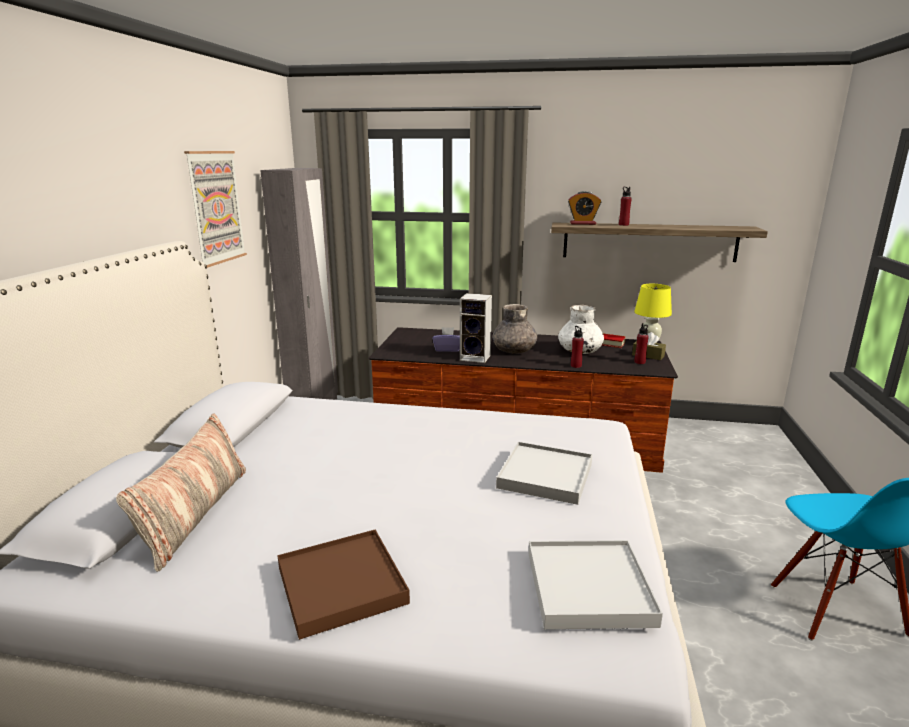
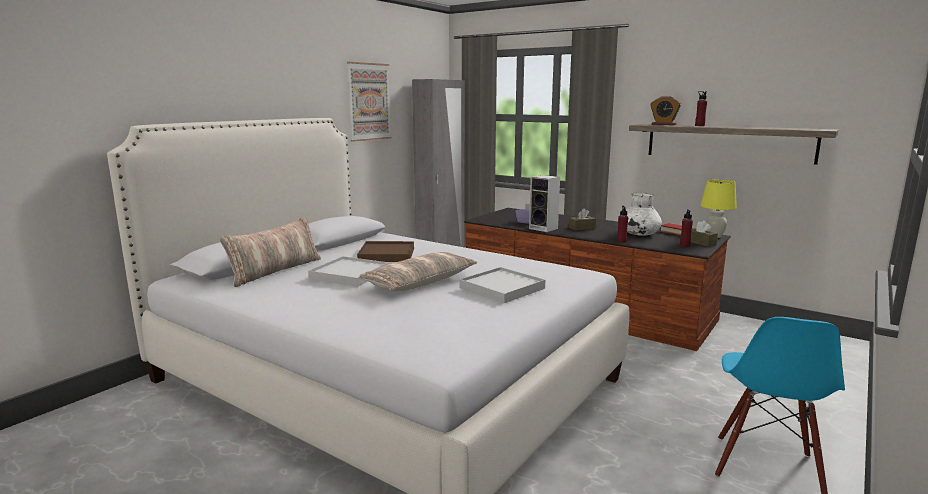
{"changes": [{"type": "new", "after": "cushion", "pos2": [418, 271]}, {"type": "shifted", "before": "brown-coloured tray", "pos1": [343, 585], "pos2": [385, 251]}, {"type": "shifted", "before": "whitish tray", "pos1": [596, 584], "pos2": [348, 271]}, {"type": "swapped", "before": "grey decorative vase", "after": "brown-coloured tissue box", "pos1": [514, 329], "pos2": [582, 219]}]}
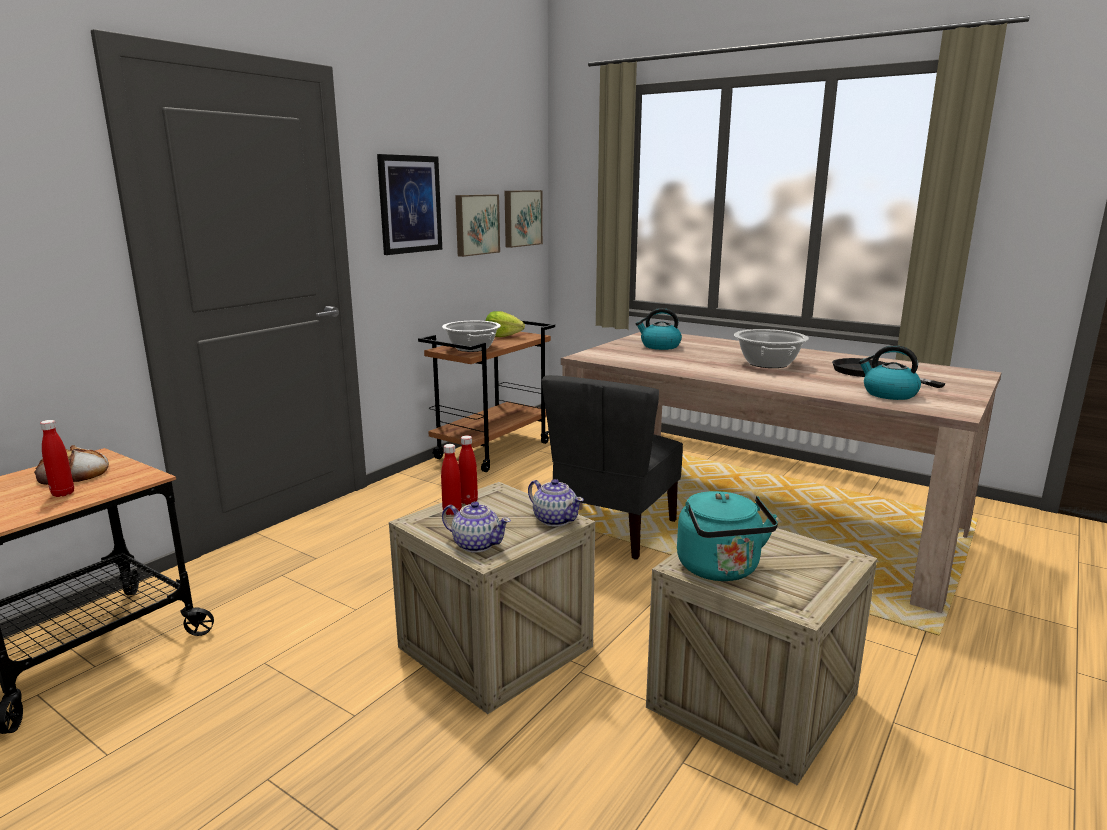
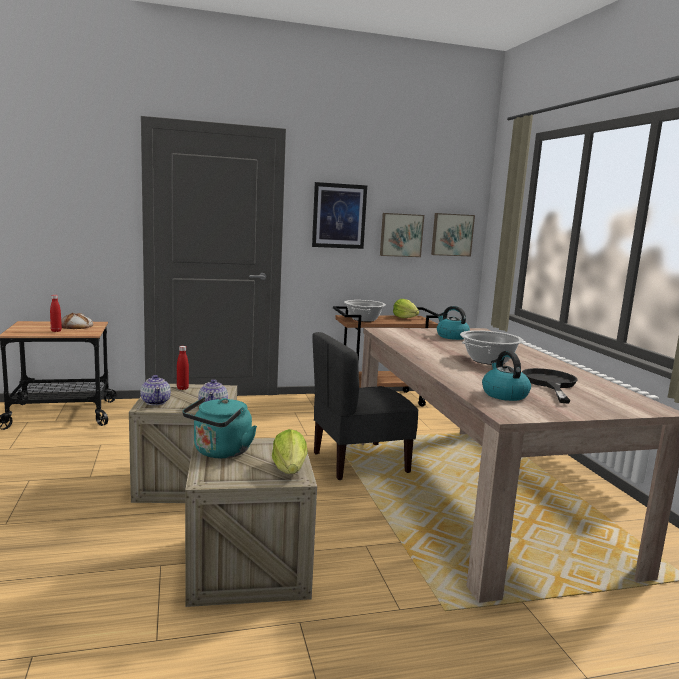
{"changes": [{"type": "gone", "before": "red-coloured beverage bottle", "pos1": [468, 470]}, {"type": "new", "after": "lettuce head", "pos2": [289, 451]}]}
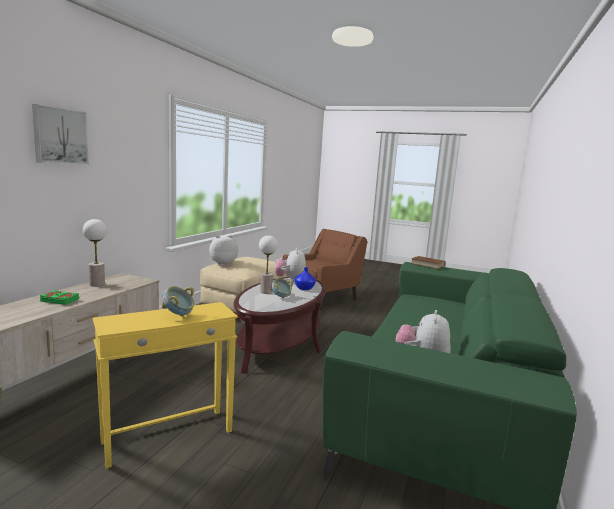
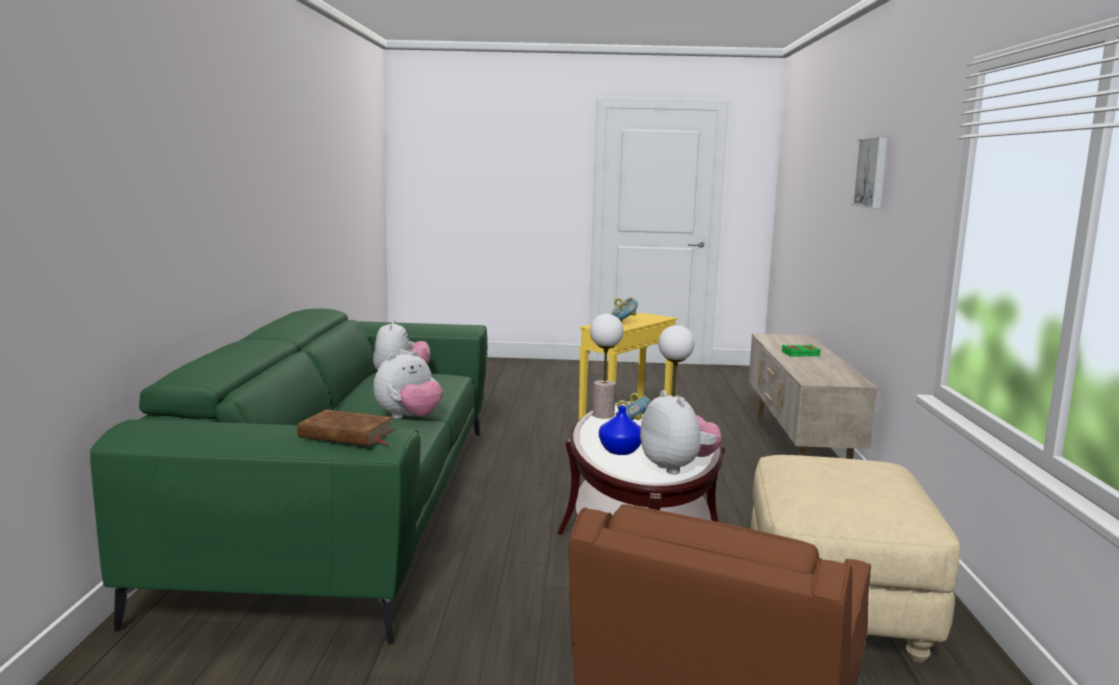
{"changes": [{"type": "shifted", "before": "lamp for a table", "pos1": [95, 253], "pos2": [606, 366]}, {"type": "shifted", "before": "cuddly toy", "pos1": [223, 250], "pos2": [408, 384]}]}
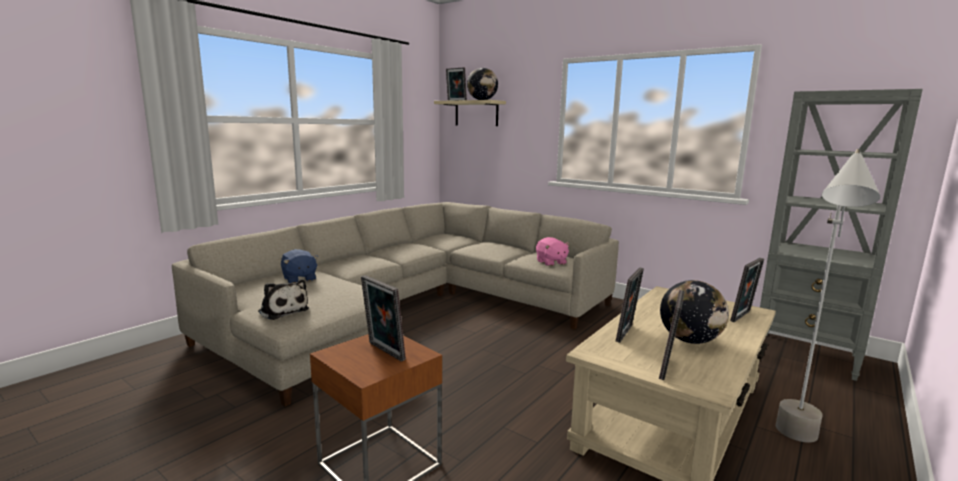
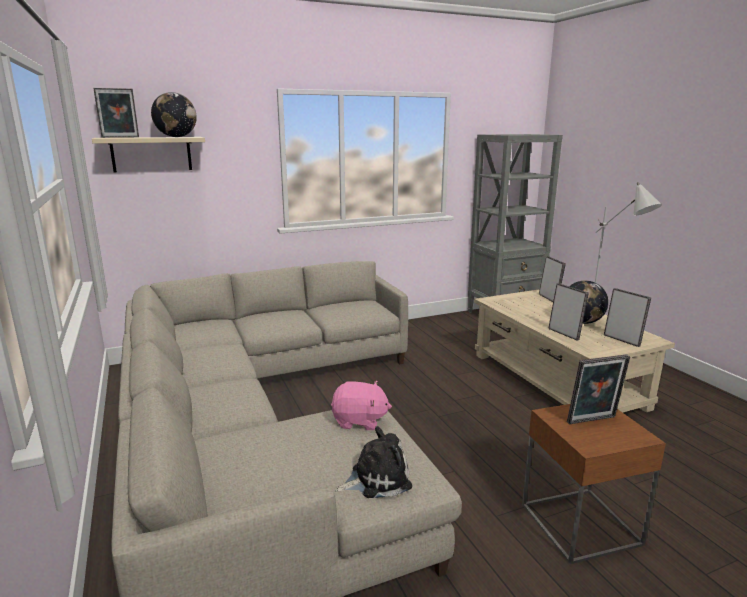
{"changes": [{"type": "gone", "before": "blue-coloured cuddly toy", "pos1": [299, 266]}, {"type": "shifted", "before": "pink-coloured cuddly toy", "pos1": [553, 251], "pos2": [361, 405]}]}
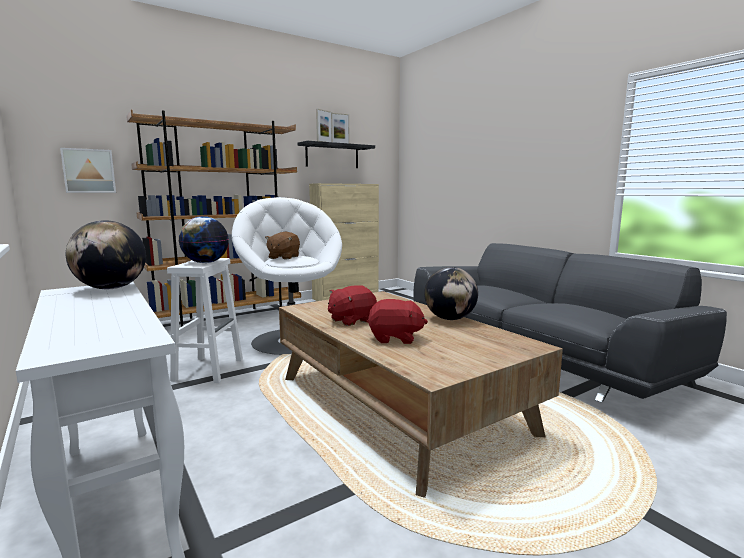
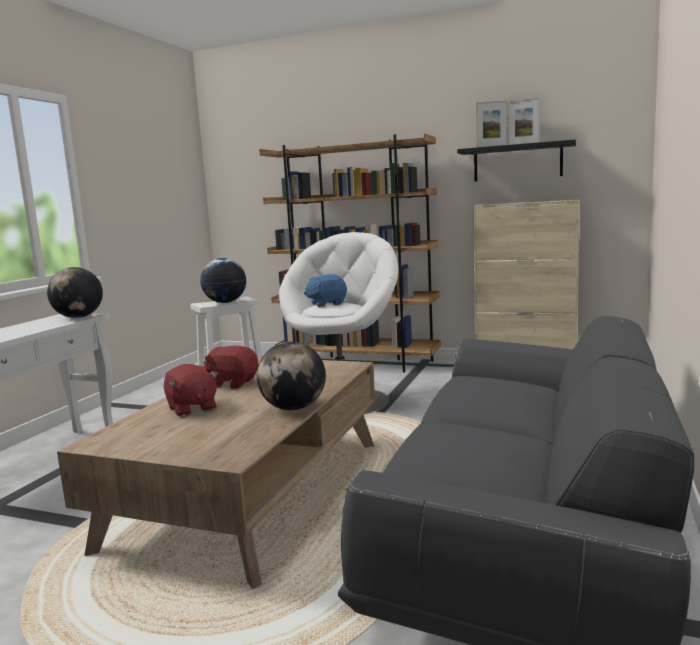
{"changes": [{"type": "gone", "before": "wall picture", "pos1": [88, 170]}, {"type": "repainted", "before": "brown-coloured cuddly toy", "after": "blue-coloured cuddly toy", "pos1": [282, 246], "pos2": [325, 290]}]}
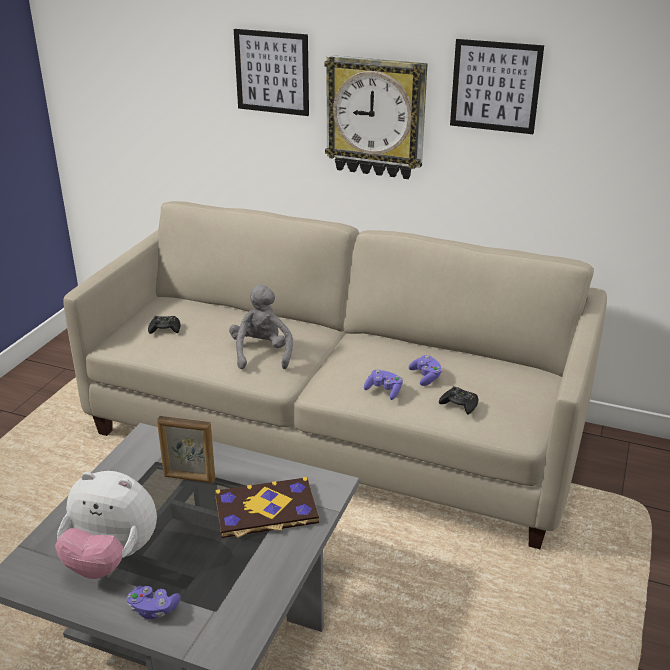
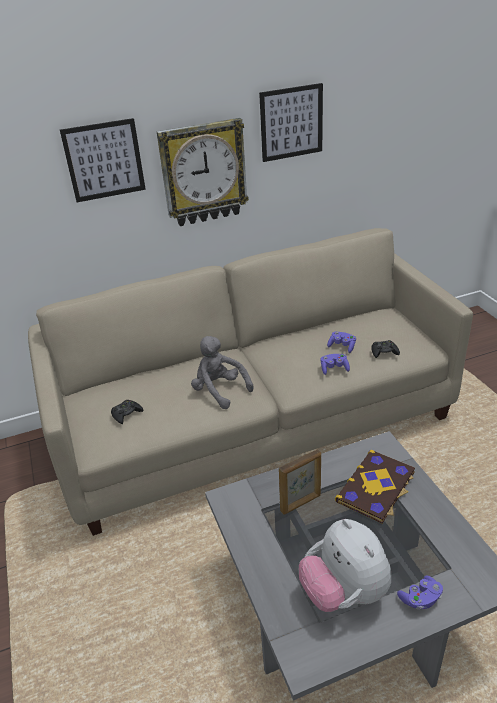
{"changes": [{"type": "rotated", "before": "cuddly toy", "pos1": [106, 525], "pos2": [345, 565], "turn": 90}]}
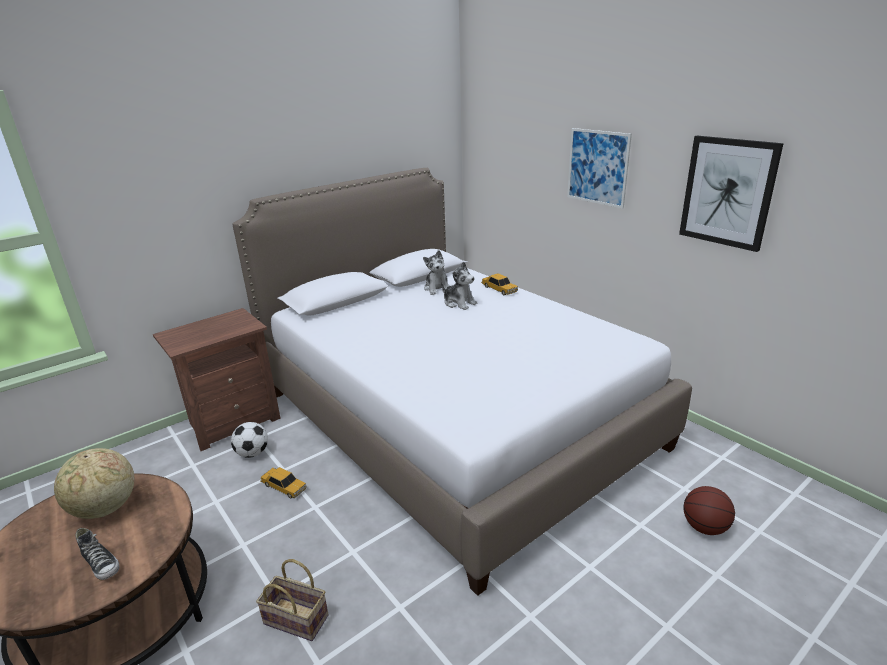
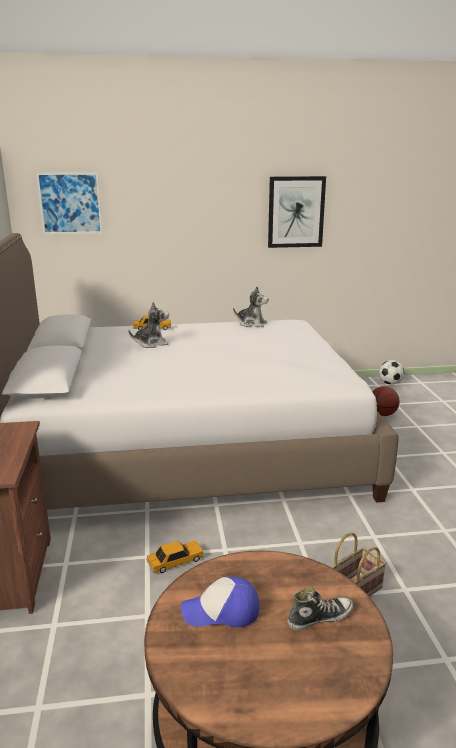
{"changes": [{"type": "shifted", "before": "ball for football", "pos1": [249, 440], "pos2": [391, 372]}, {"type": "shifted", "before": "cuddly toy", "pos1": [436, 272], "pos2": [251, 306]}, {"type": "shifted", "before": "wall picture", "pos1": [599, 168], "pos2": [69, 203]}, {"type": "swapped", "before": "desk globe", "after": "peaked cap", "pos1": [94, 483], "pos2": [220, 602]}]}
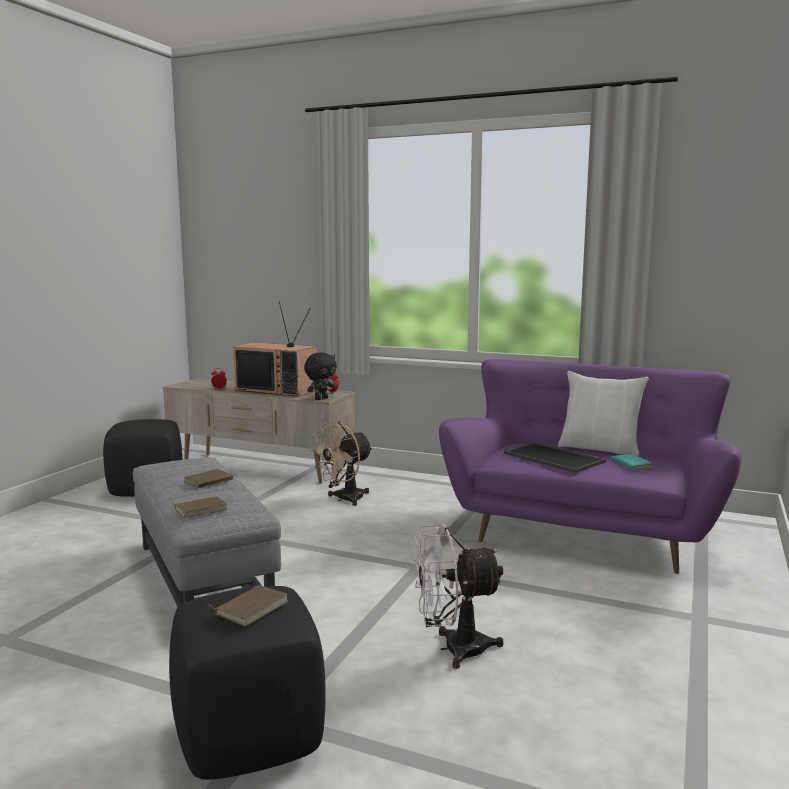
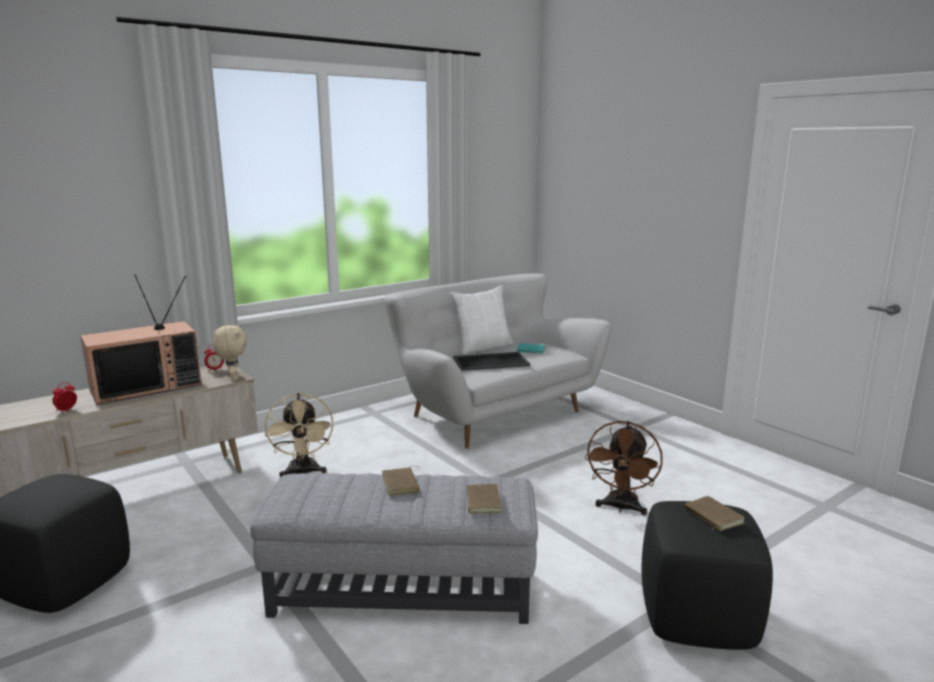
{"changes": [{"type": "repainted", "before": "black cuddly toy", "after": "sand-coloured cuddly toy", "pos1": [320, 376], "pos2": [230, 353]}, {"type": "repainted", "before": "whitish electric fan", "after": "brown-coloured electric fan", "pos1": [459, 596], "pos2": [624, 468]}, {"type": "repainted", "before": "purple settee", "after": "whitish settee", "pos1": [590, 466], "pos2": [497, 361]}]}
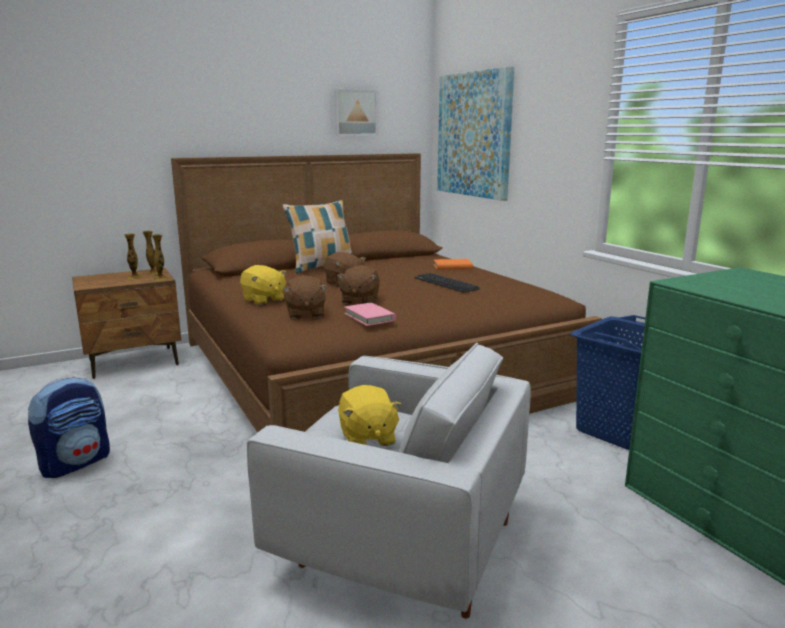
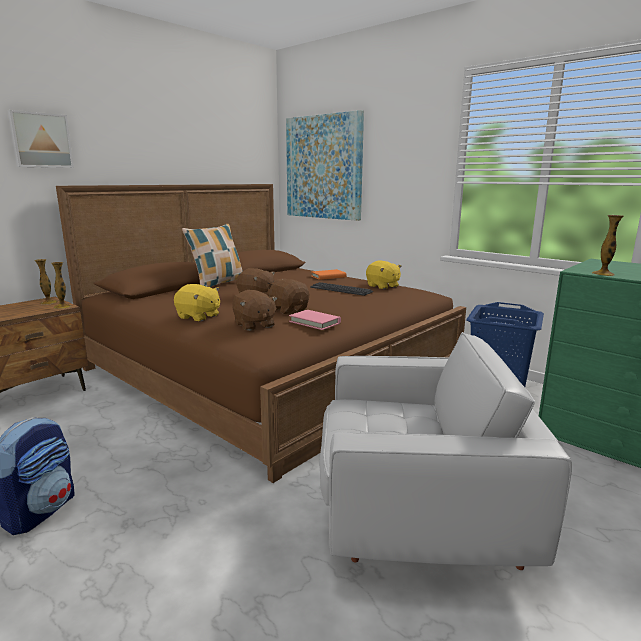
{"changes": [{"type": "shifted", "before": "decorative vase", "pos1": [133, 257], "pos2": [608, 245]}, {"type": "shifted", "before": "wall picture", "pos1": [355, 112], "pos2": [40, 139]}, {"type": "shifted", "before": "yellow cuddly toy", "pos1": [370, 415], "pos2": [383, 275]}, {"type": "rotated", "before": "brown-coloured cuddly toy", "pos1": [358, 285], "pos2": [287, 296], "turn": 150}]}
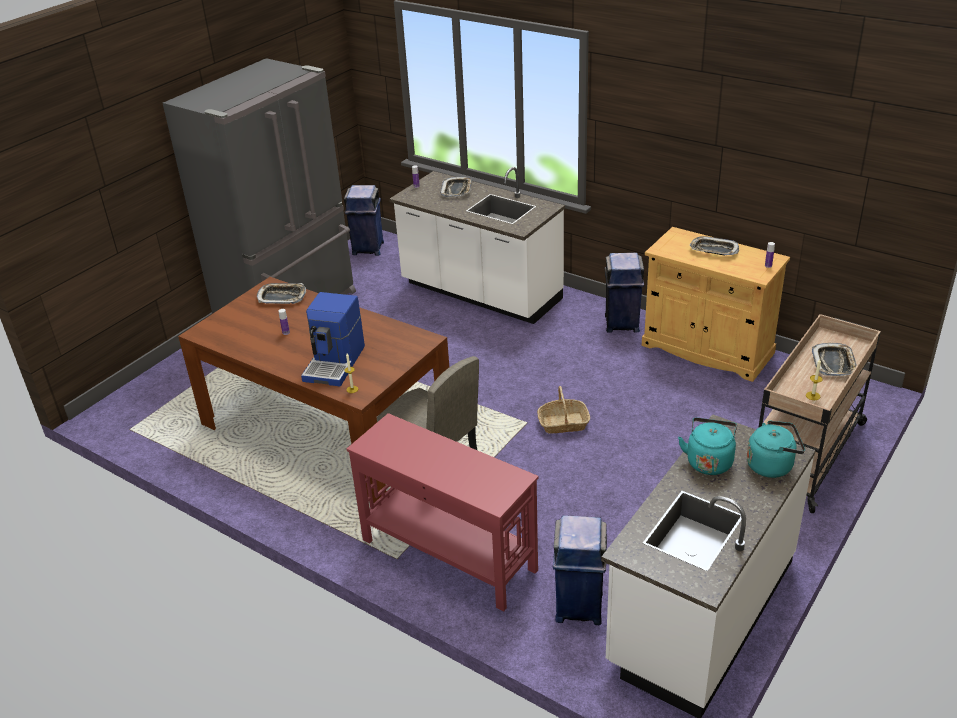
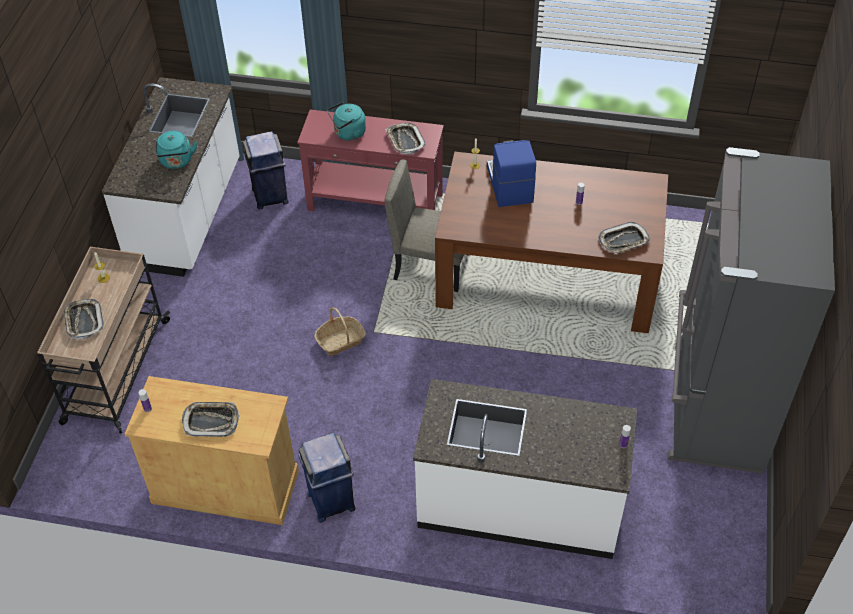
{"changes": [{"type": "gone", "before": "blue-coloured waste bin", "pos1": [364, 220]}, {"type": "shifted", "before": "tray", "pos1": [456, 187], "pos2": [406, 138]}, {"type": "shifted", "before": "turquoise tea kettle", "pos1": [776, 449], "pos2": [346, 121]}]}
